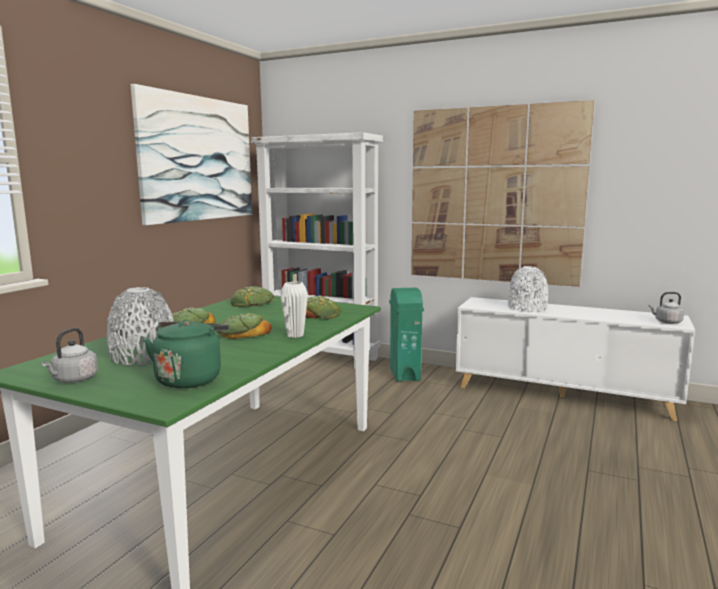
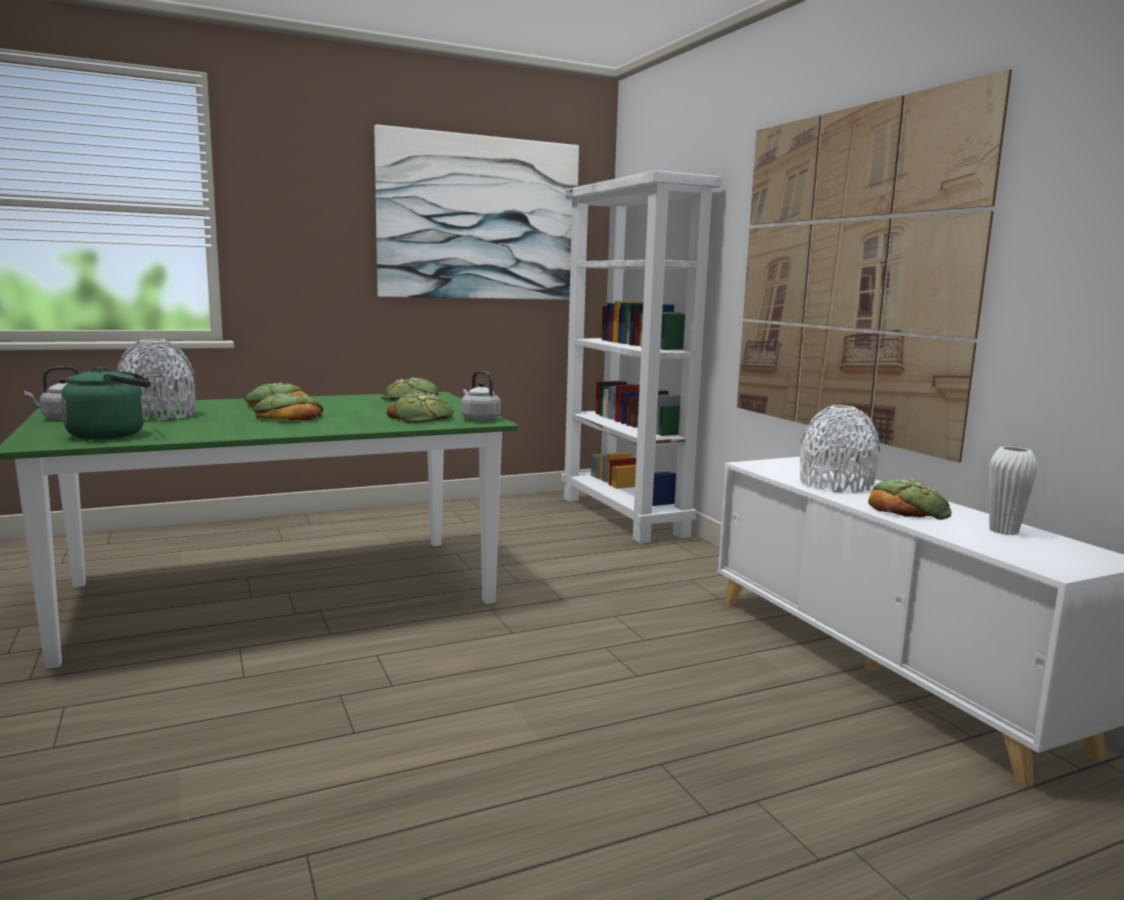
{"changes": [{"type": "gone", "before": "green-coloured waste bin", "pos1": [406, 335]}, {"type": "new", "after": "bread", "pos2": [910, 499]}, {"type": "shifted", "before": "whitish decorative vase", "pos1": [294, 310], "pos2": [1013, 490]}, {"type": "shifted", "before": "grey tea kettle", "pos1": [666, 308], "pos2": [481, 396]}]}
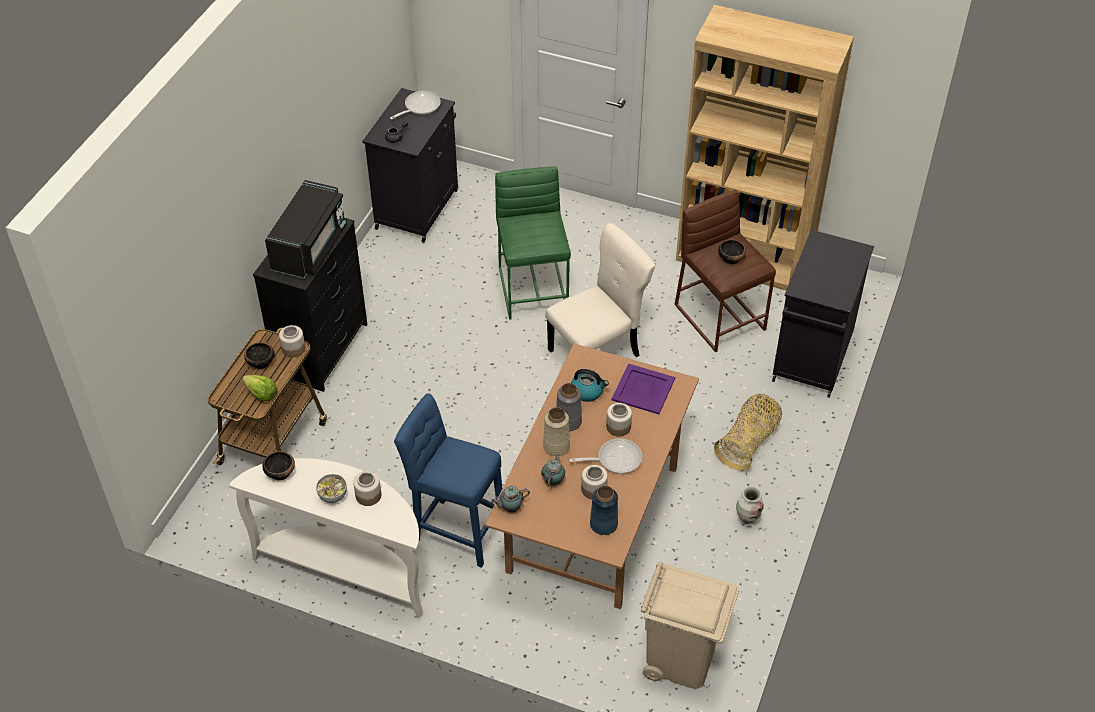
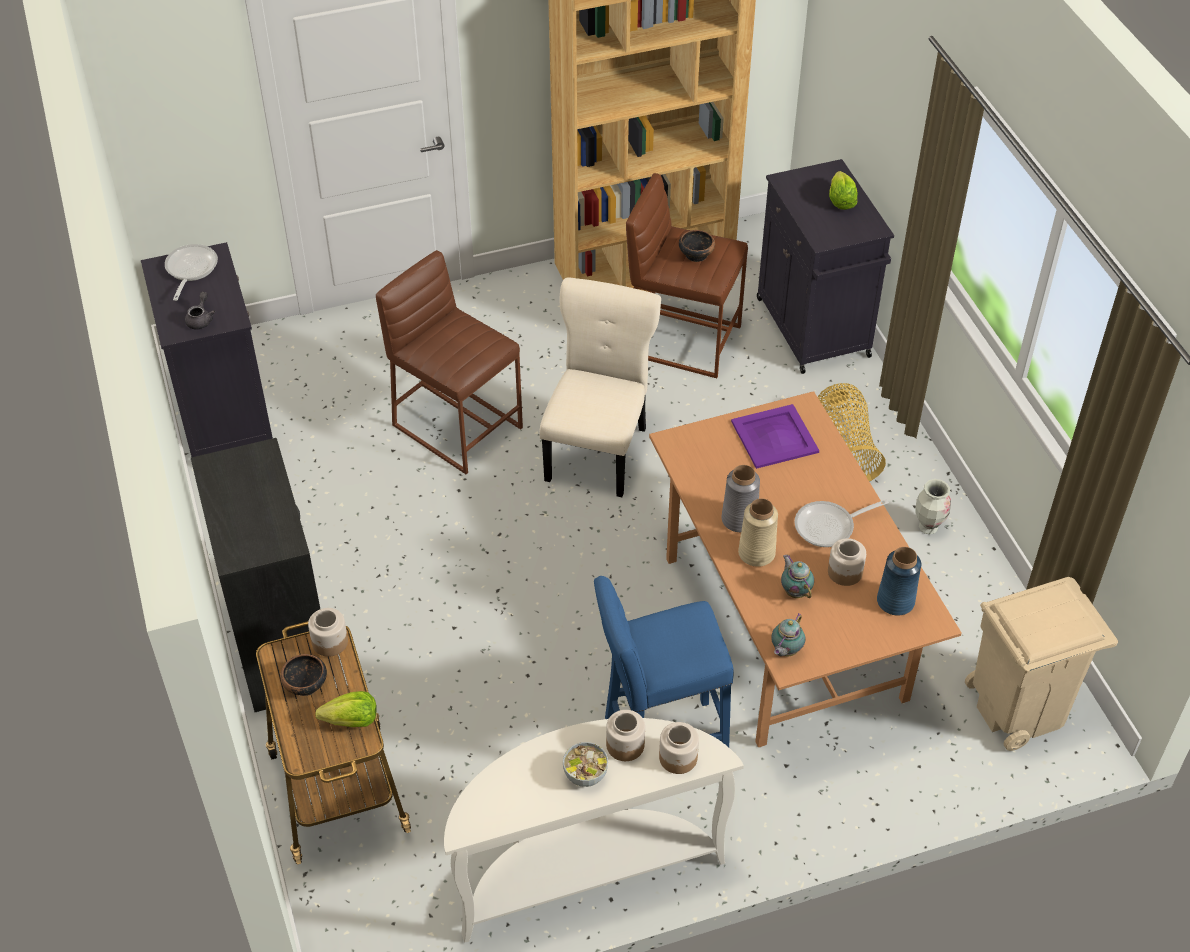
{"changes": [{"type": "gone", "before": "serving bowl", "pos1": [278, 465]}, {"type": "gone", "before": "black kitchen microwave", "pos1": [306, 229]}, {"type": "gone", "before": "tea kettle", "pos1": [590, 385]}, {"type": "new", "after": "lettuce head", "pos2": [843, 190]}, {"type": "shifted", "before": "preserve jar", "pos1": [619, 419], "pos2": [679, 748]}, {"type": "repainted", "before": "green-coloured stool", "after": "brown-coloured stool", "pos1": [533, 243], "pos2": [449, 362]}, {"type": "rotated", "before": "skillet", "pos1": [605, 456], "pos2": [841, 523], "turn": -150}]}
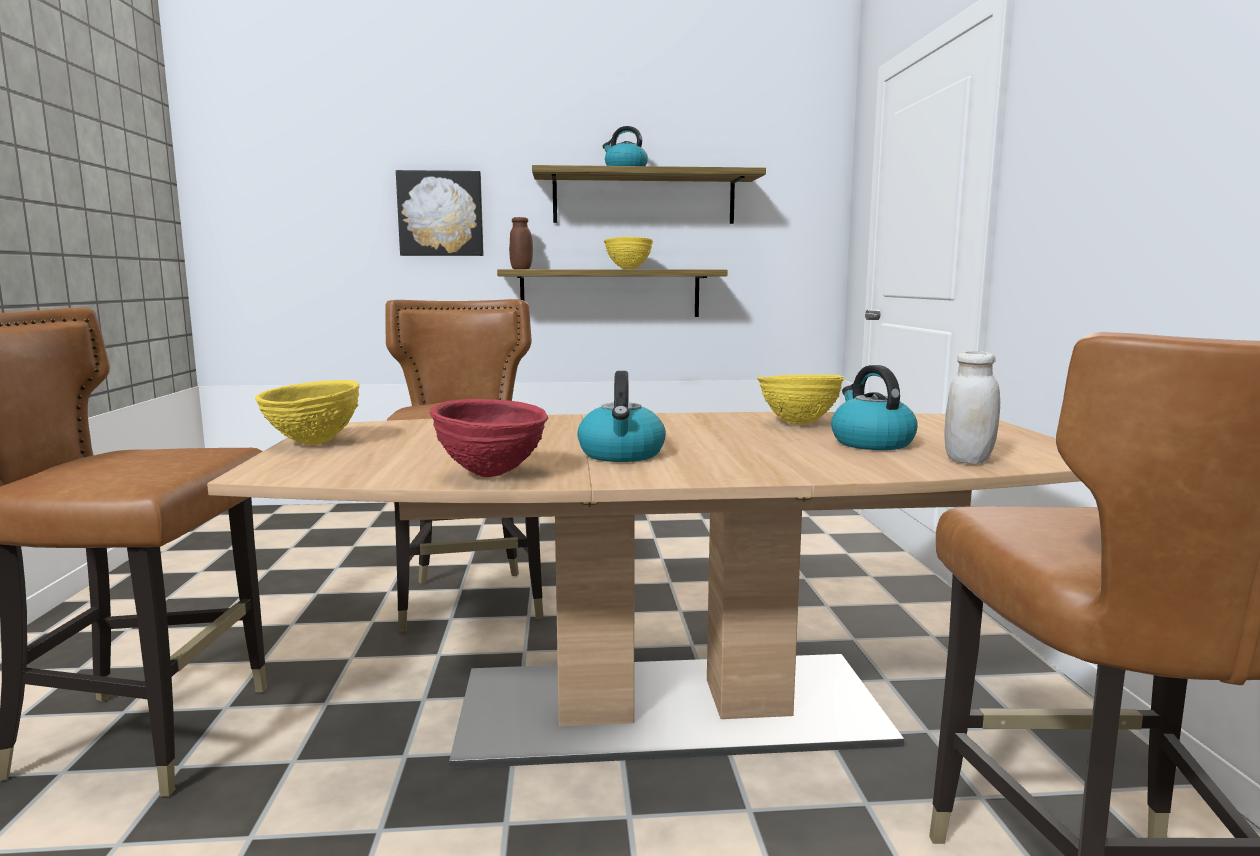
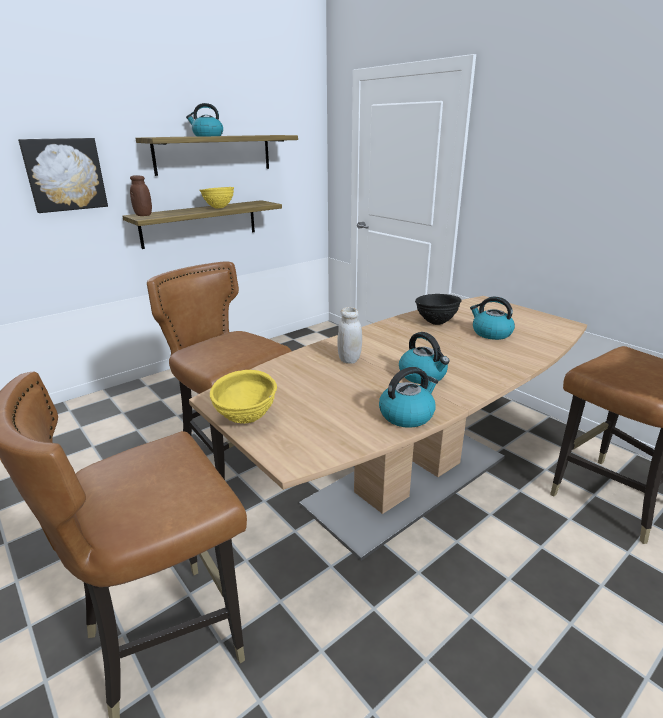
{"changes": [{"type": "shifted", "before": "whitish preserve jar", "pos1": [972, 407], "pos2": [349, 335]}, {"type": "swapped", "before": "red-coloured serving bowl", "after": "tea kettle", "pos1": [488, 438], "pos2": [409, 397]}, {"type": "repainted", "before": "yellow serving bowl", "after": "black serving bowl", "pos1": [800, 399], "pos2": [438, 309]}]}
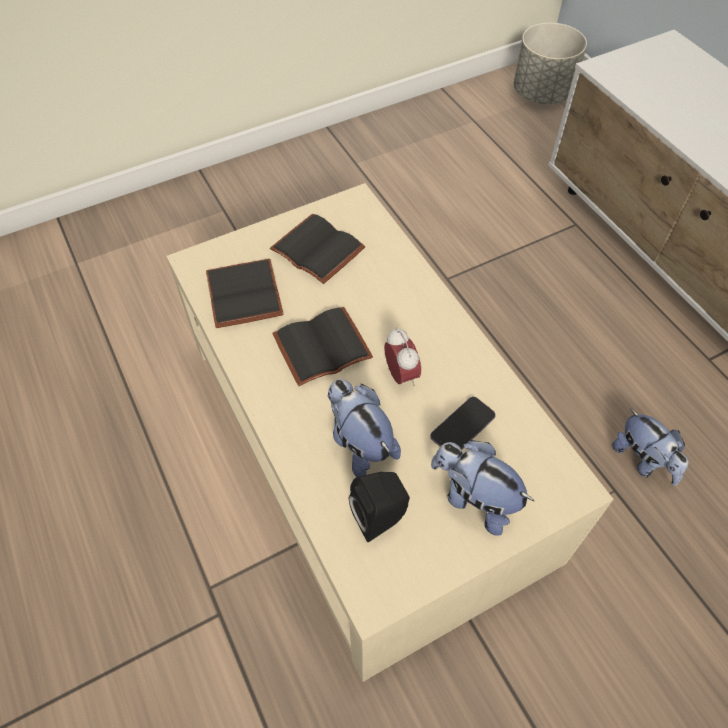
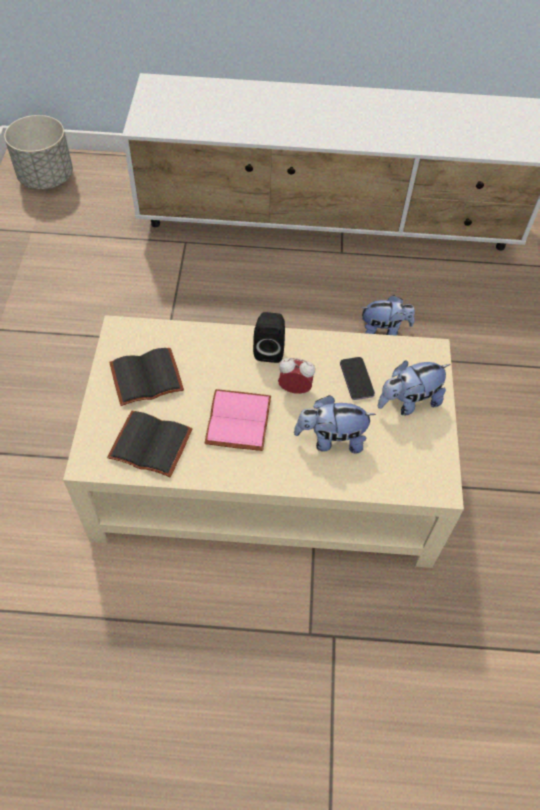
{"changes": [{"type": "shifted", "before": "black speaker", "pos1": [379, 507], "pos2": [269, 337]}, {"type": "repainted", "before": "black book", "after": "pink-coloured book", "pos1": [322, 346], "pos2": [238, 420]}]}
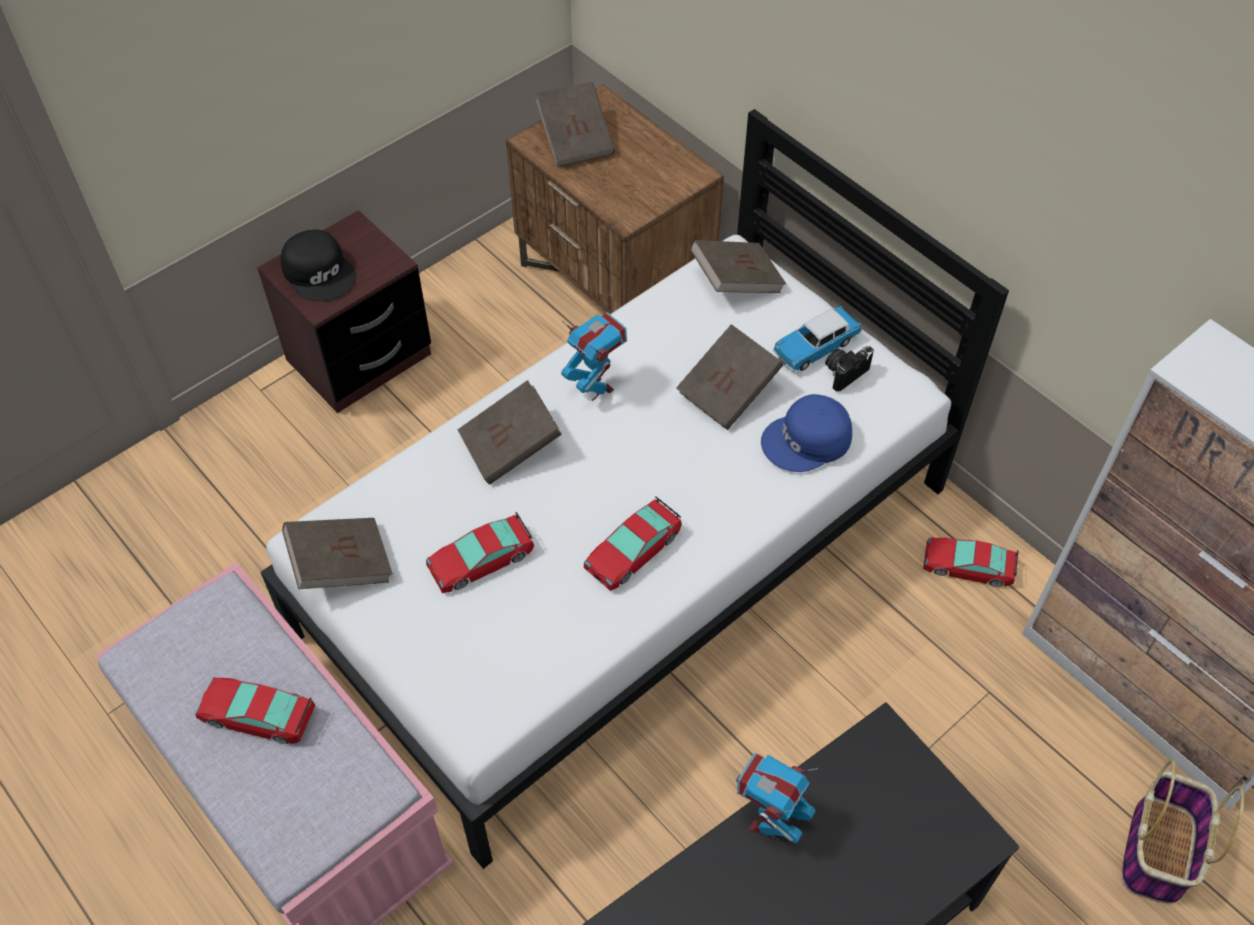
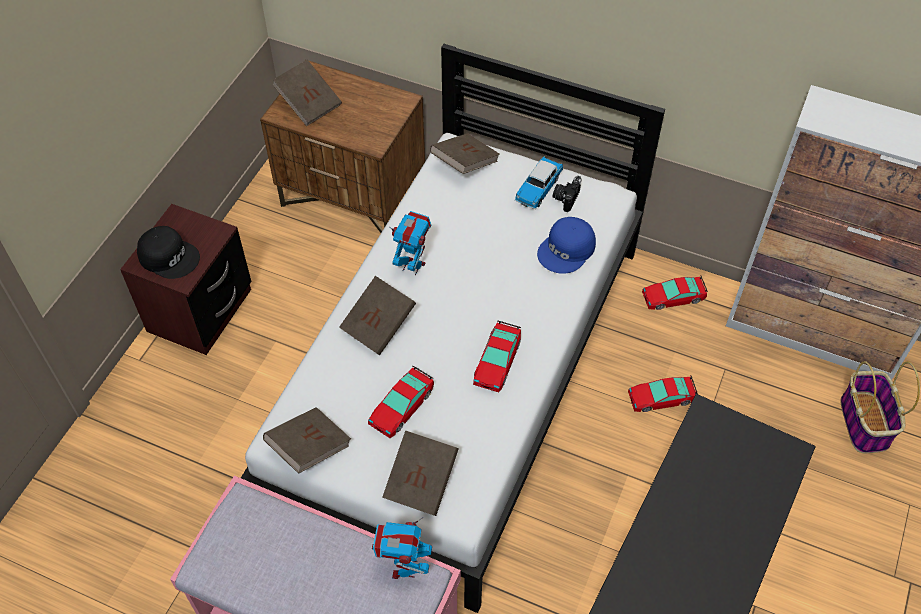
{"changes": [{"type": "shifted", "before": "miniature car", "pos1": [255, 710], "pos2": [663, 393]}, {"type": "shifted", "before": "brown-coloured book", "pos1": [730, 377], "pos2": [420, 473]}, {"type": "shifted", "before": "toy robot", "pos1": [777, 798], "pos2": [402, 548]}]}
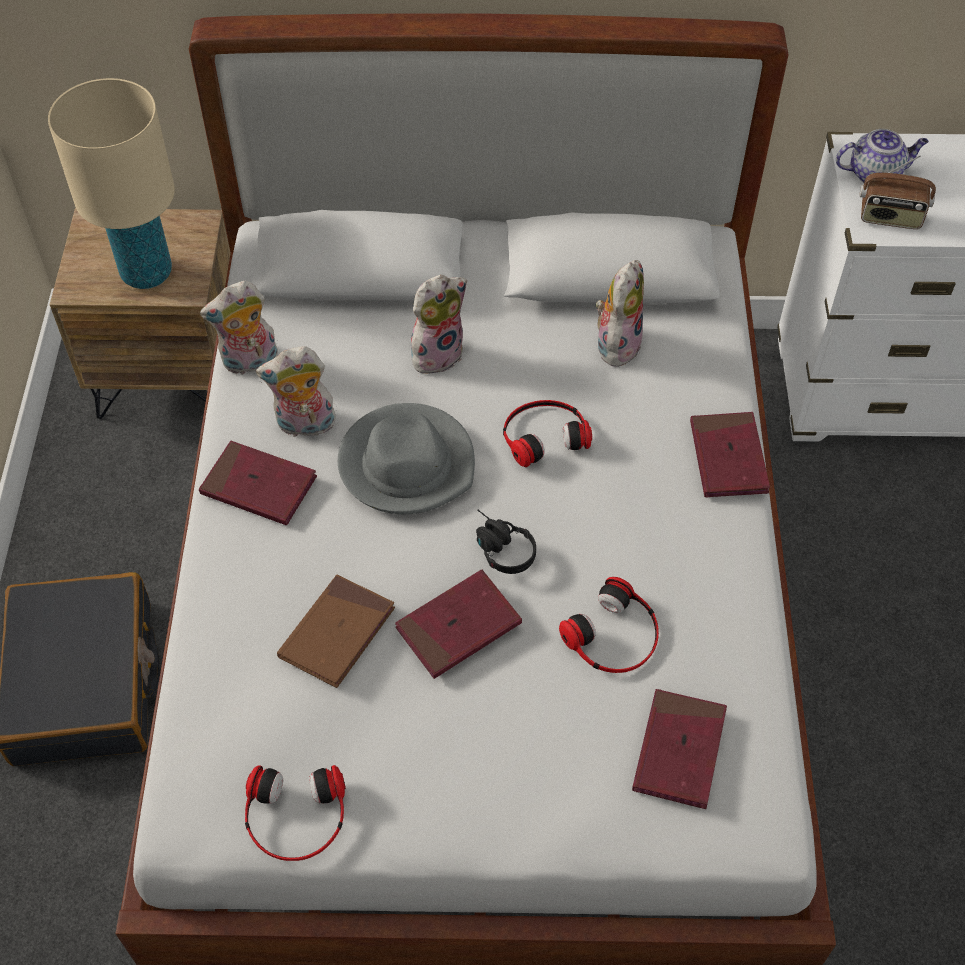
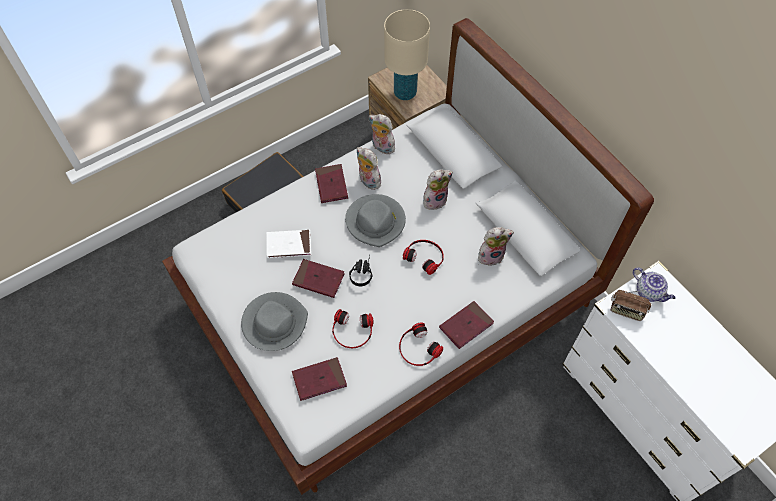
{"changes": [{"type": "new", "after": "grey clothing hat", "pos2": [274, 321]}, {"type": "shifted", "before": "pair of headphones", "pos1": [295, 813], "pos2": [421, 344]}, {"type": "repainted", "before": "brown-coloured book", "after": "whitish book", "pos1": [336, 631], "pos2": [289, 244]}, {"type": "rotated", "before": "cuddly toy", "pos1": [439, 324], "pos2": [438, 189], "turn": -45}, {"type": "rotated", "before": "radio receiver", "pos1": [897, 192], "pos2": [630, 305], "turn": -45}]}
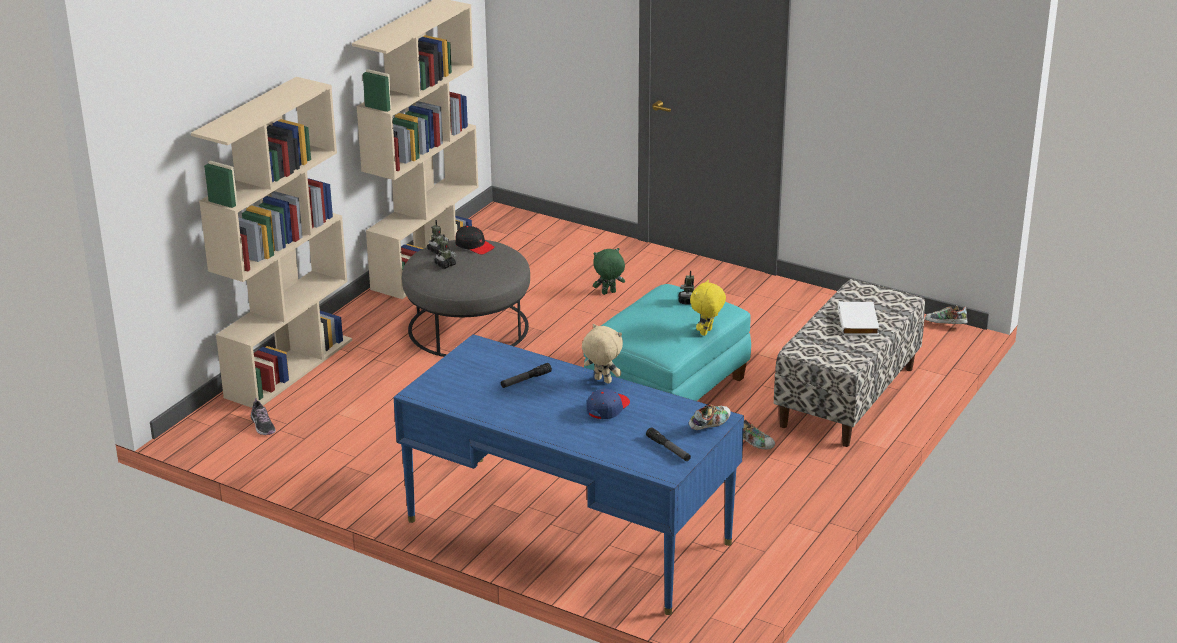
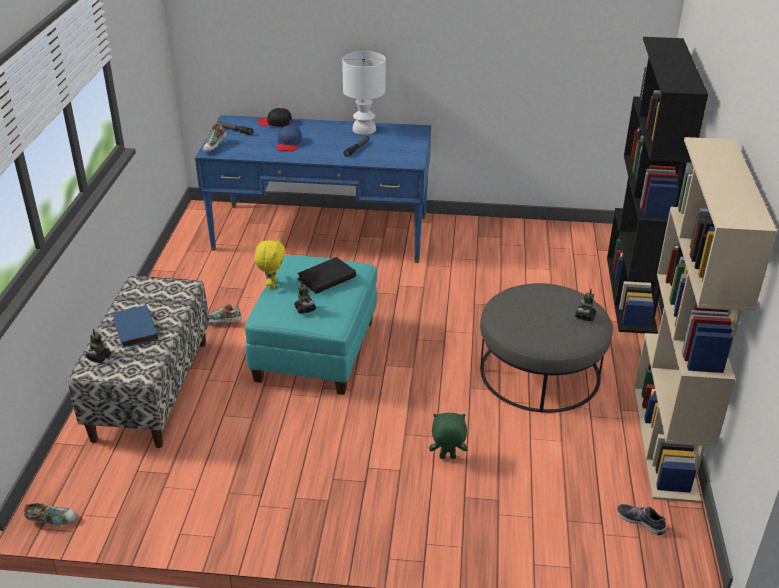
{"changes": [{"type": "gone", "before": "sand-coloured cuddly toy", "pos1": [602, 354]}, {"type": "new", "after": "black book", "pos2": [326, 275]}, {"type": "new", "after": "whitish lamp for a table", "pos2": [364, 93]}, {"type": "shifted", "before": "low shoe", "pos1": [263, 416], "pos2": [642, 519]}, {"type": "shifted", "before": "toy robot", "pos1": [445, 251], "pos2": [97, 346]}, {"type": "shifted", "before": "black peaked cap", "pos1": [475, 240], "pos2": [275, 117]}, {"type": "repainted", "before": "sand-coloured bookcase", "after": "black bookcase", "pos1": [271, 242], "pos2": [657, 185]}, {"type": "repainted", "before": "whitish book", "after": "blue-coloured book", "pos1": [858, 318], "pos2": [135, 326]}, {"type": "rotated", "before": "green-coloured cuddly toy", "pos1": [609, 271], "pos2": [448, 436], "turn": -135}]}
